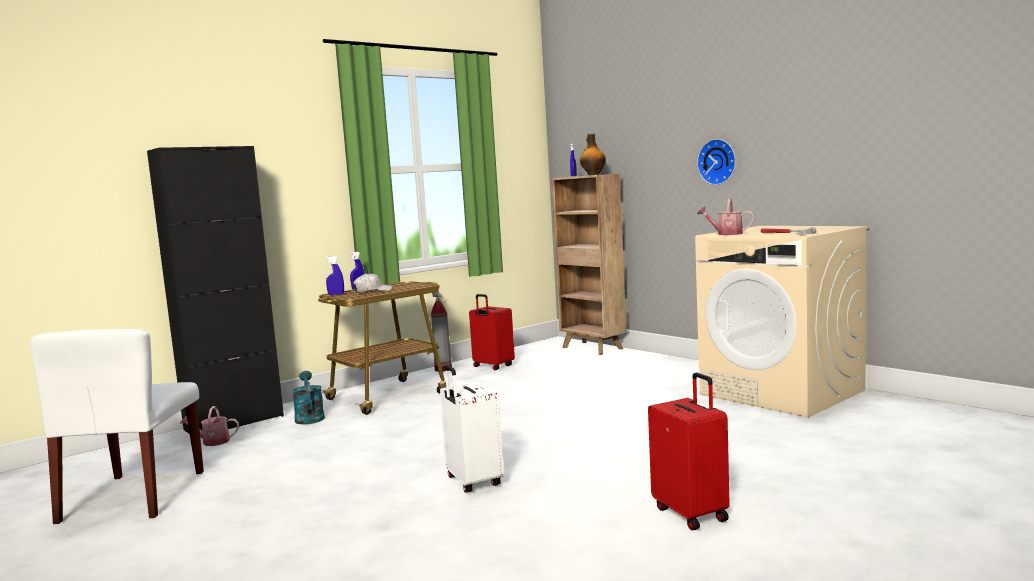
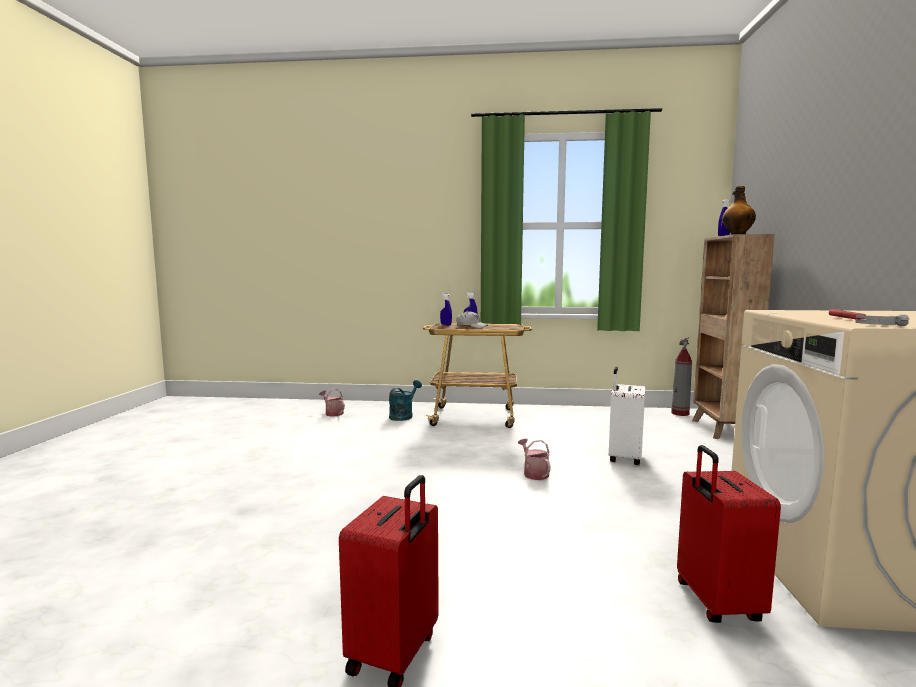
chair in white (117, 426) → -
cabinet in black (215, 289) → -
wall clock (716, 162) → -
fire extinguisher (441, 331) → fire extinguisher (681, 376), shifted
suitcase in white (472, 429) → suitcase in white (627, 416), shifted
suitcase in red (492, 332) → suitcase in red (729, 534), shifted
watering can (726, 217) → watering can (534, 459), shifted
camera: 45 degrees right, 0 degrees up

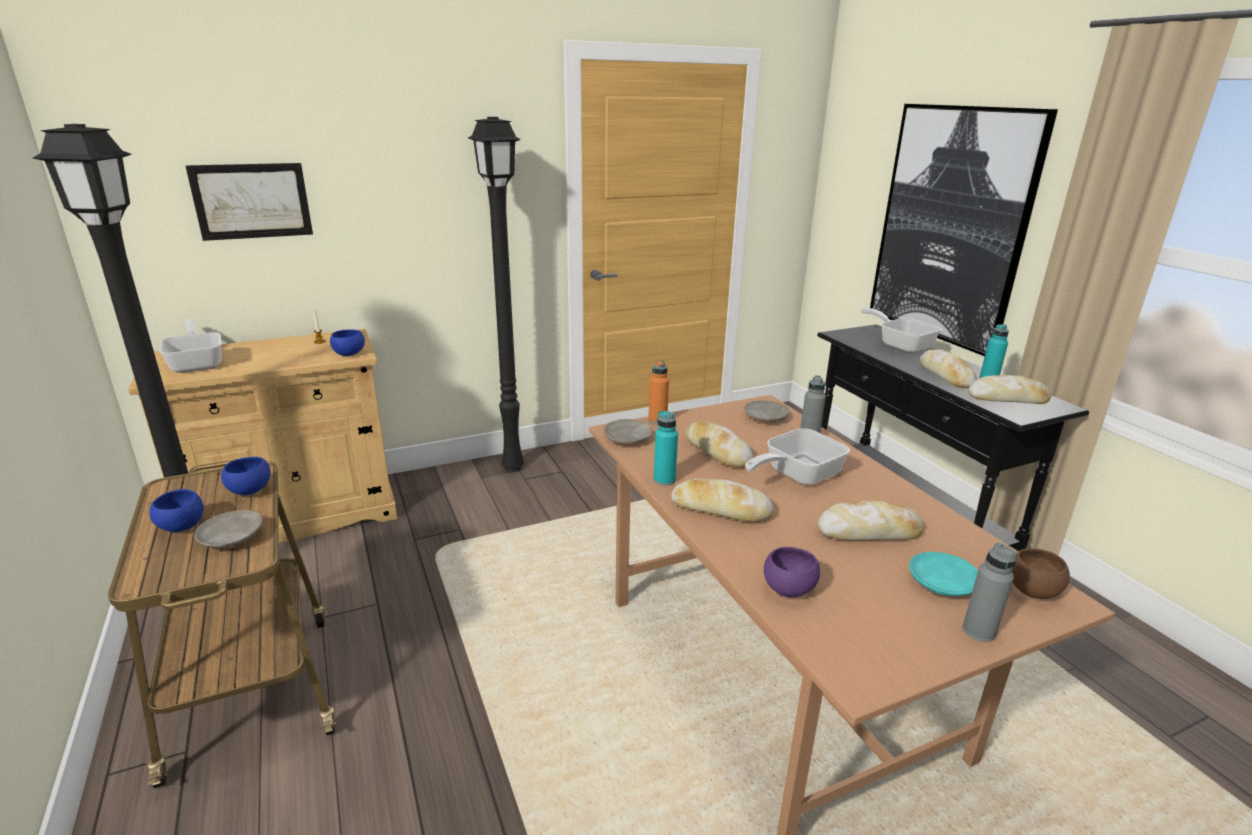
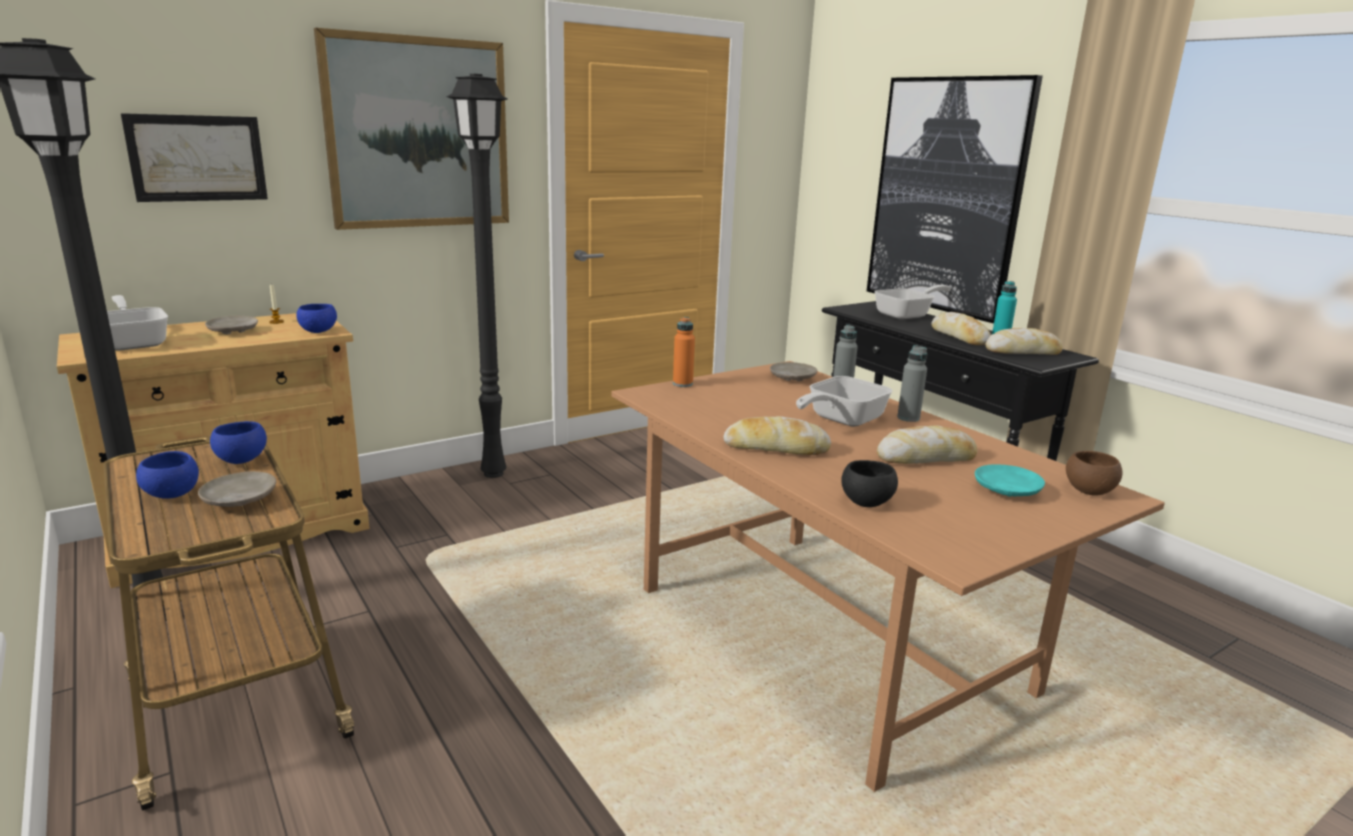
bottle in turquoise (666, 448) → -
bread (719, 444) → -
- → picture (411, 129)
plate in beige (628, 431) → plate in beige (231, 325), shifted
bottle in grey (990, 592) → bottle in grey (912, 383), shifted
bowl in purple (792, 572) → bowl in black (869, 483)
frying pan (901, 330) → frying pan (912, 302), 105 degrees clockwise
camera: 10 degrees left, 5 degrees down

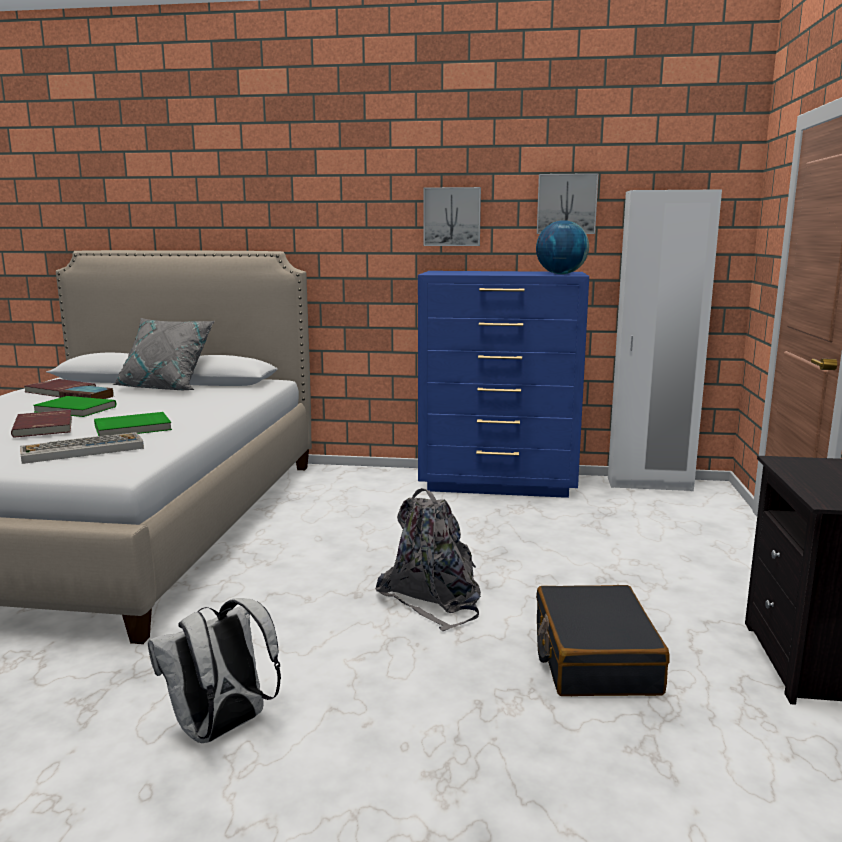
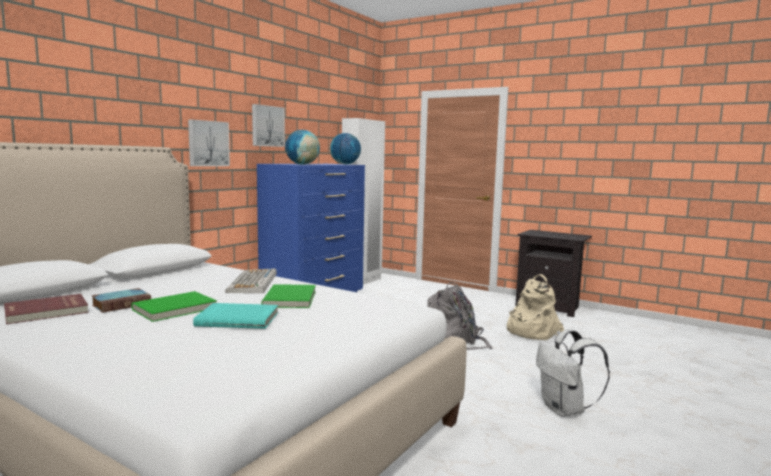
pillow in grey (164, 354) → -
- → globe (302, 147)
keyboard (82, 448) → keyboard (251, 280), shifted
picture (567, 203) → picture (209, 142), shifted
suitcase in black (603, 640) → backpack in beige (535, 307)
book in red (41, 424) → book in turquoise (235, 316)
camera: 65 degrees left, 5 degrees down

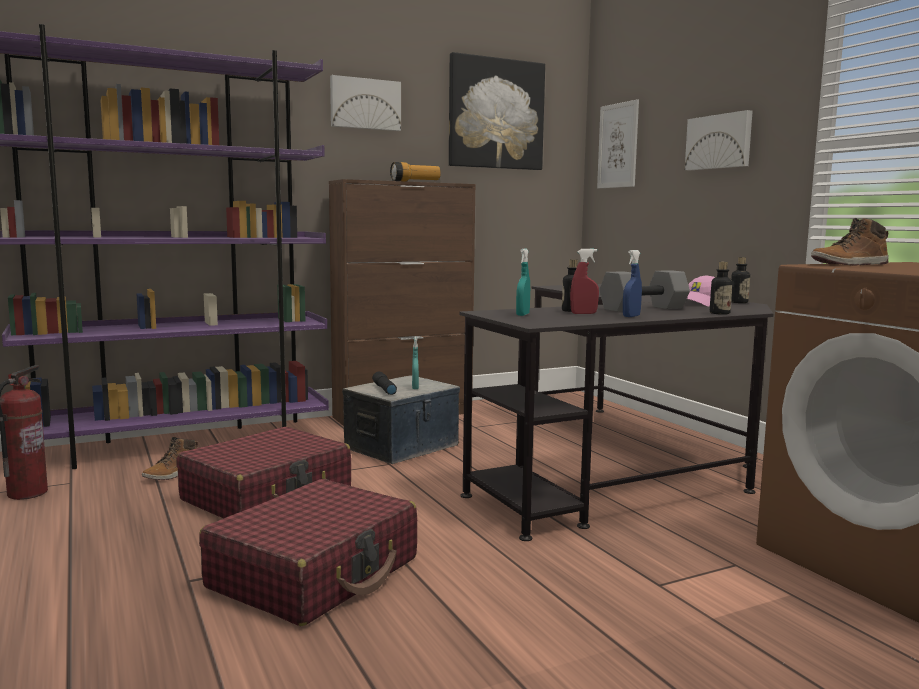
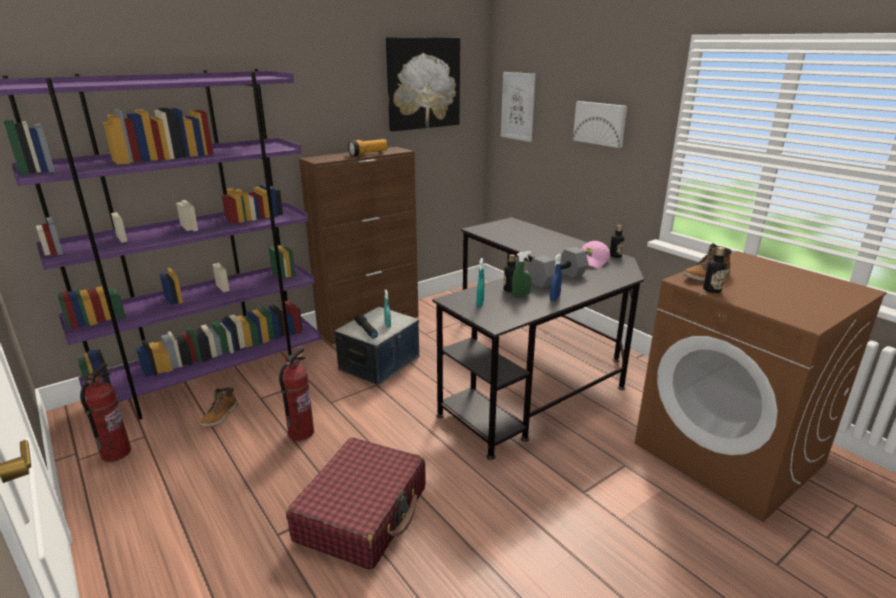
picture (365, 103) → -
bottle (721, 288) → bottle (715, 270), shifted
suitcase in red (263, 473) → fire extinguisher (296, 394)
spray bottle in red (584, 281) → spray bottle in green (521, 274)
camera: 10 degrees left, 15 degrees up

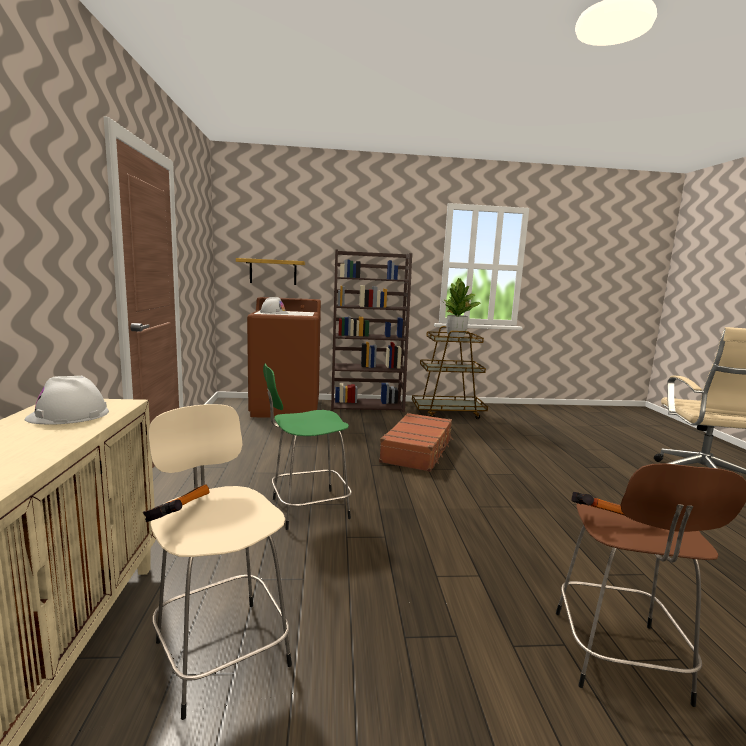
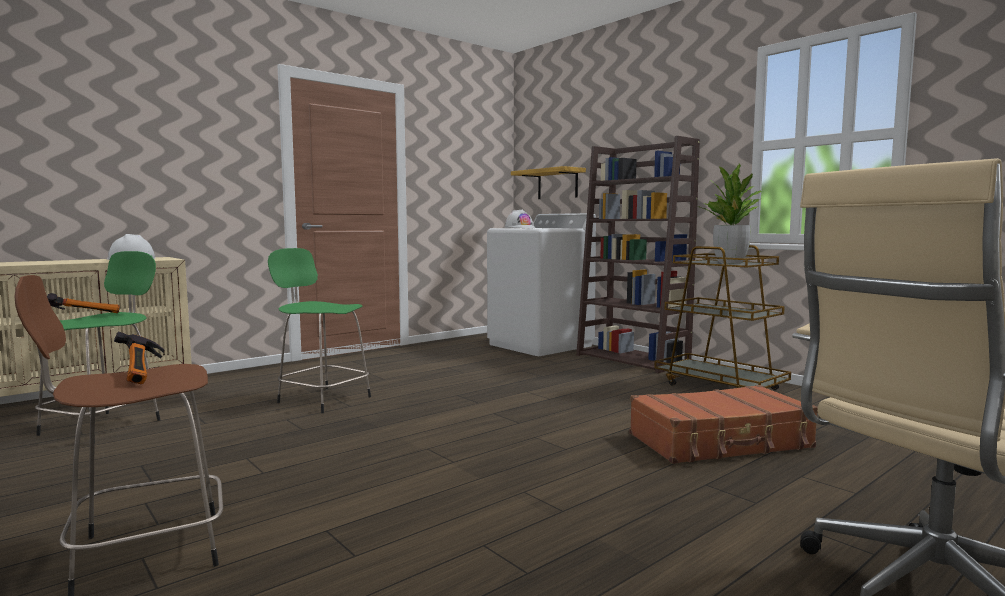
suitcase in brown (416, 442) → suitcase in brown (724, 424), shifted
stool in beige (220, 562) → stool in green (97, 347)
washing machine in brown (284, 357) → washing machine in white (541, 284)
camera: 55 degrees right, 5 degrees down

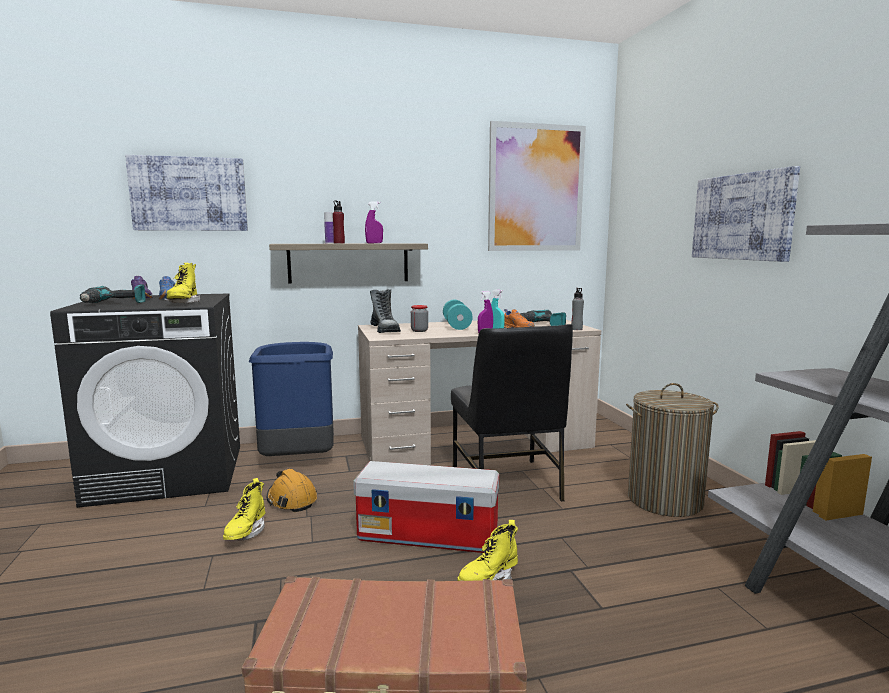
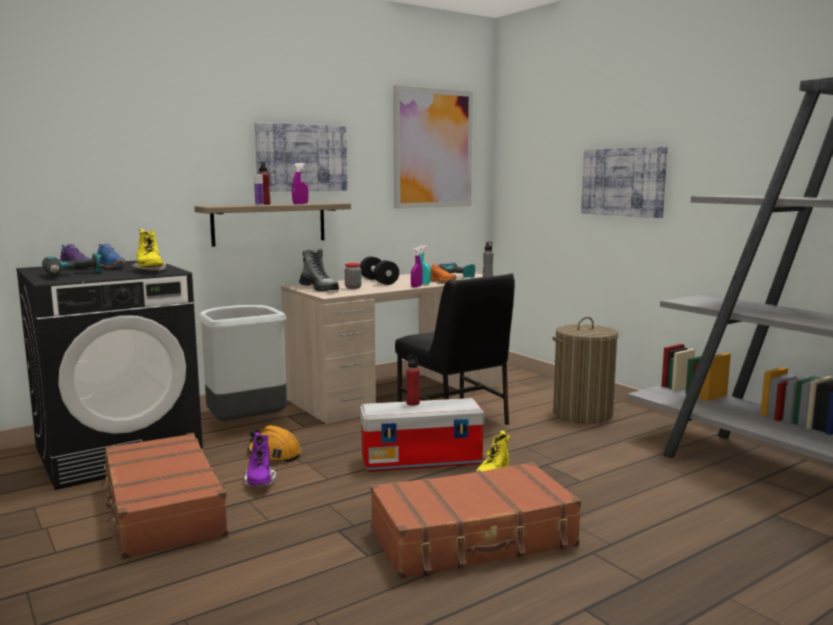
- → suitcase in brown (164, 496)
- → bottle in red (413, 380)
picture (186, 193) → picture (301, 156), shifted
boot in yellow (244, 509) → boot in purple (260, 459)
trash can in blue (291, 399) → trash can in grey (242, 363)
dumbbell in turquoise (458, 314) → dumbbell in black (379, 270)
camera: 20 degrees left, 0 degrees up

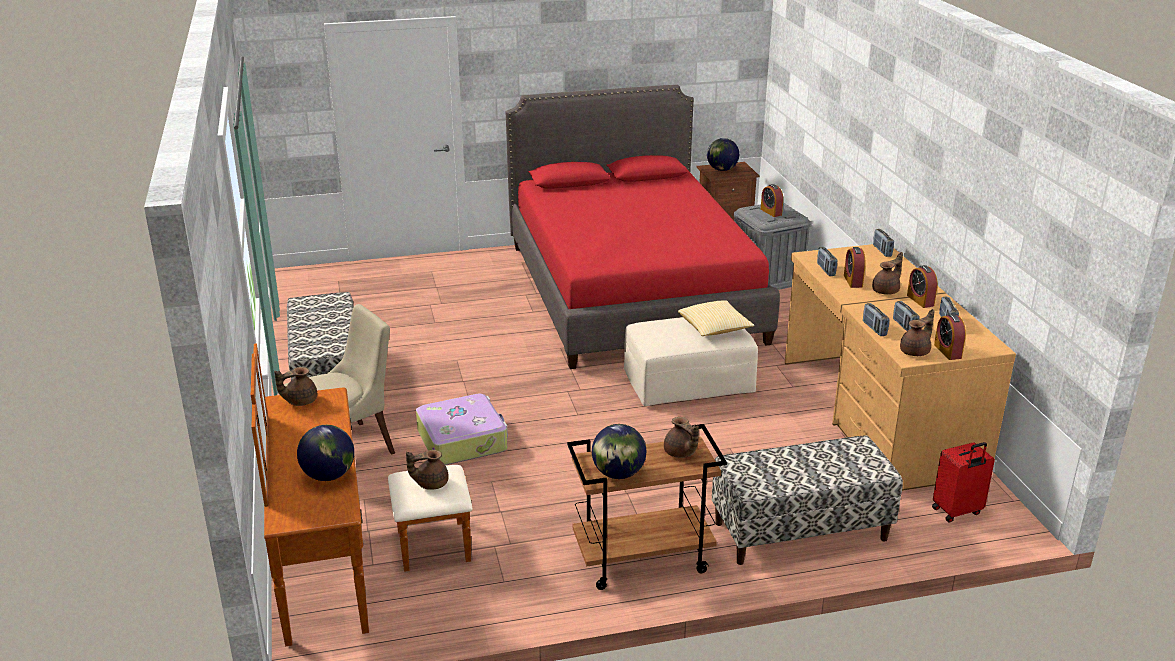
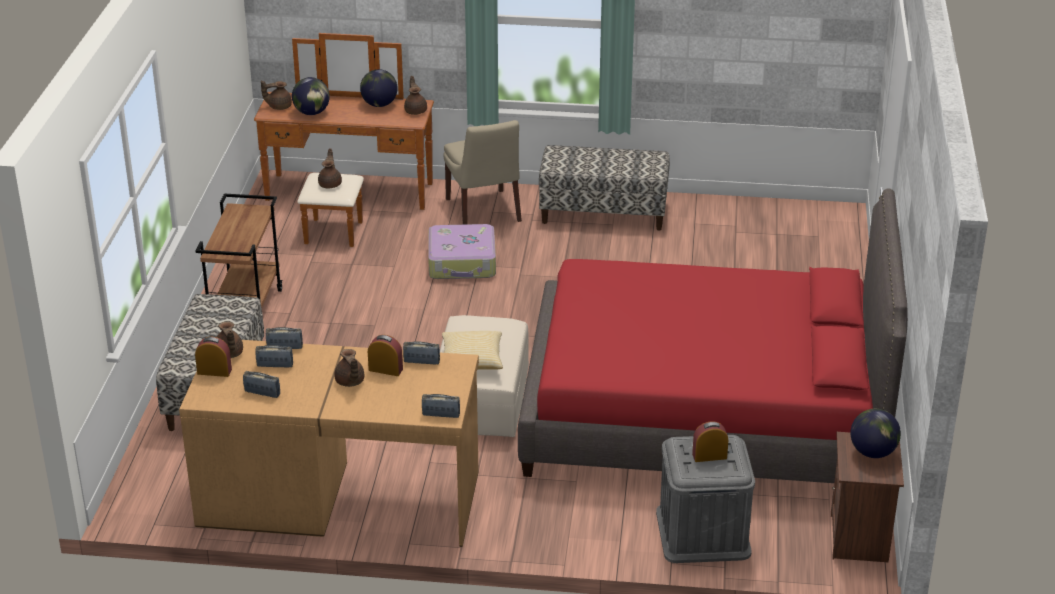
alarm clock (922, 286) → -
suitcase in red (963, 482) → -
globe (619, 451) → globe (379, 88), shifted
teapot in brown (681, 437) → teapot in brown (276, 95), shifted
camera: 110 degrees right, 5 degrees up

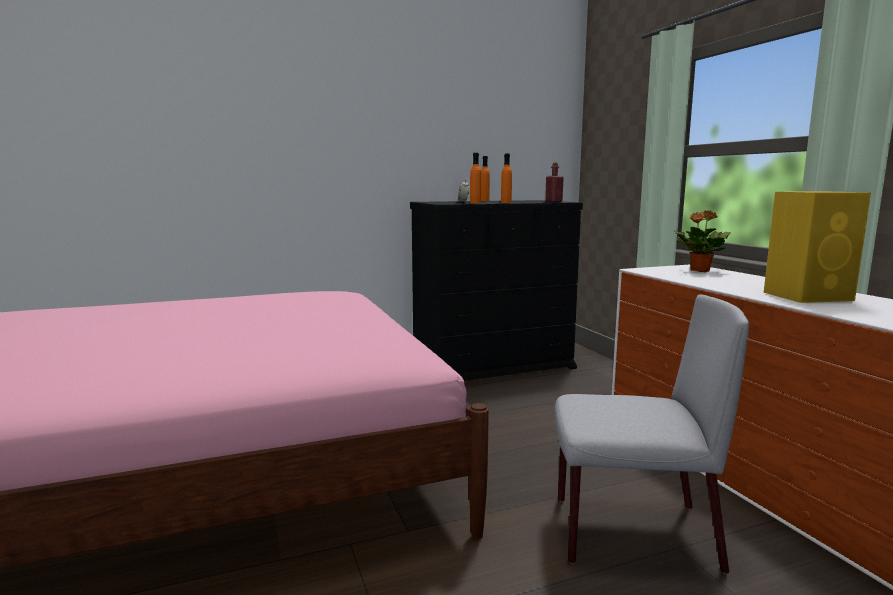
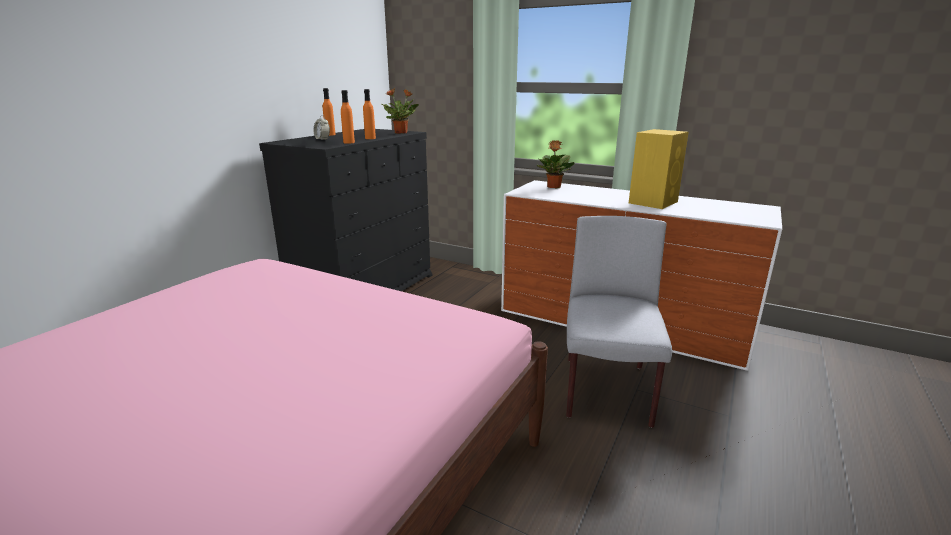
bottle in red (554, 182) → potted plant (400, 111)
chair in grey (652, 434) → chair in grey (619, 322), 45 degrees counterclockwise
camera: 40 degrees left, 10 degrees up

